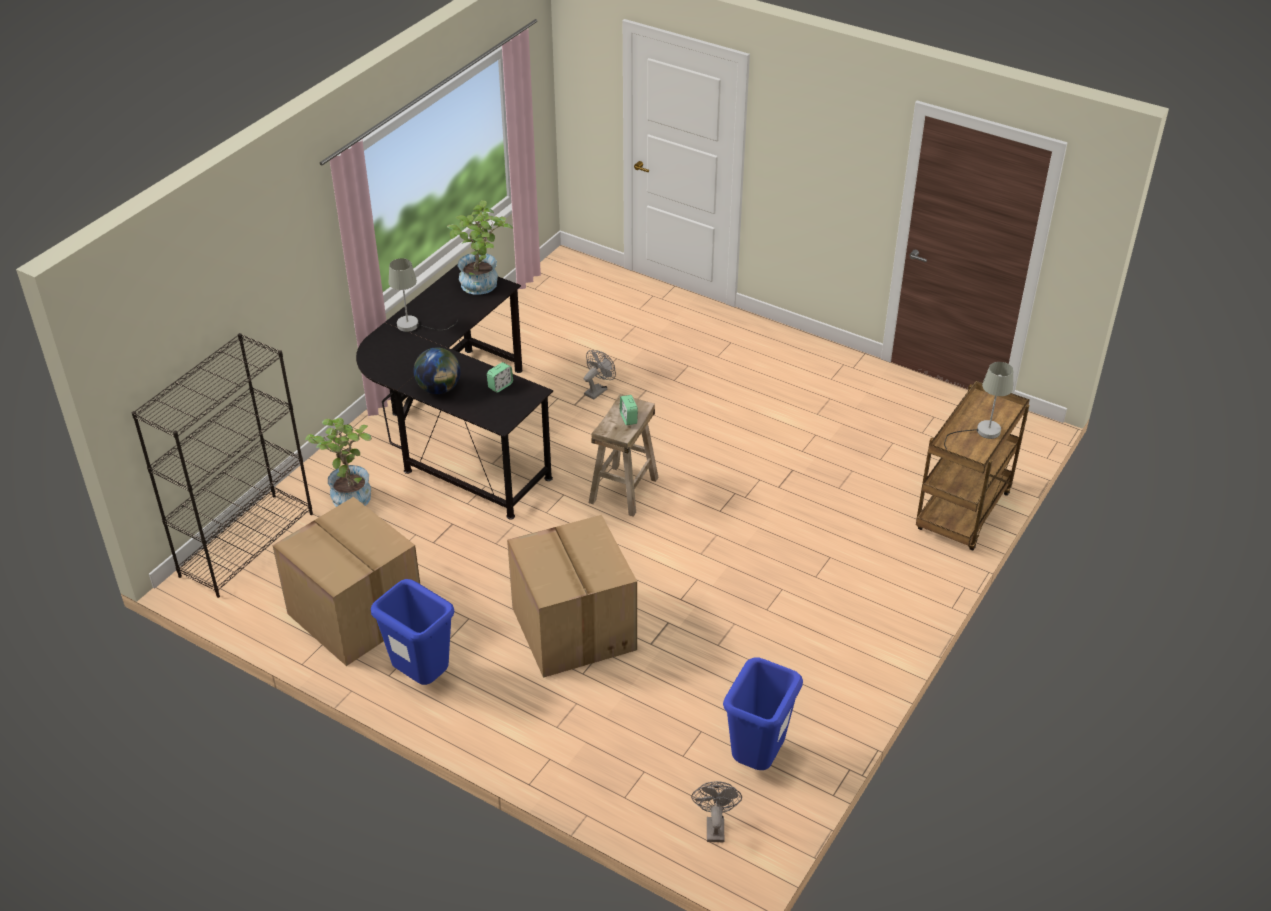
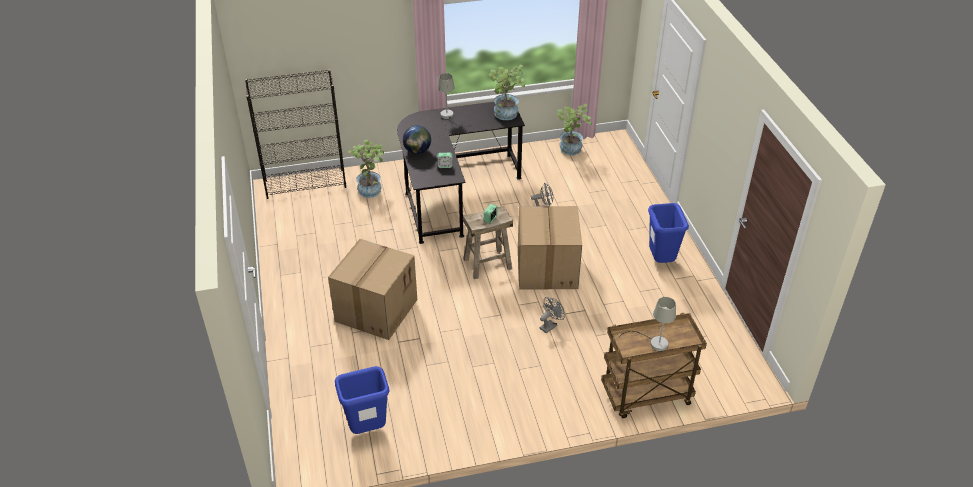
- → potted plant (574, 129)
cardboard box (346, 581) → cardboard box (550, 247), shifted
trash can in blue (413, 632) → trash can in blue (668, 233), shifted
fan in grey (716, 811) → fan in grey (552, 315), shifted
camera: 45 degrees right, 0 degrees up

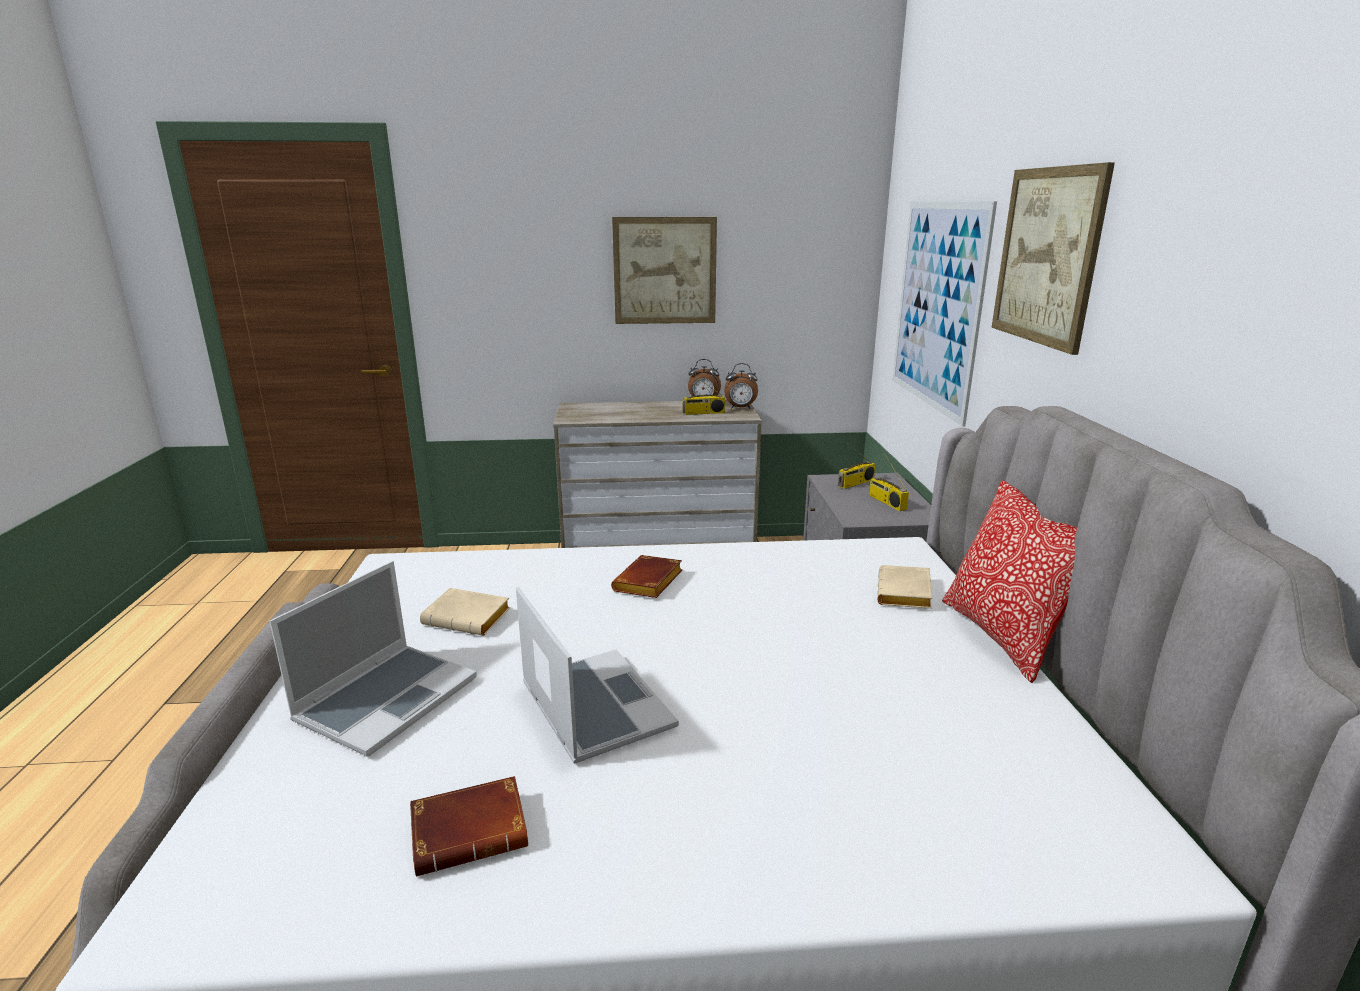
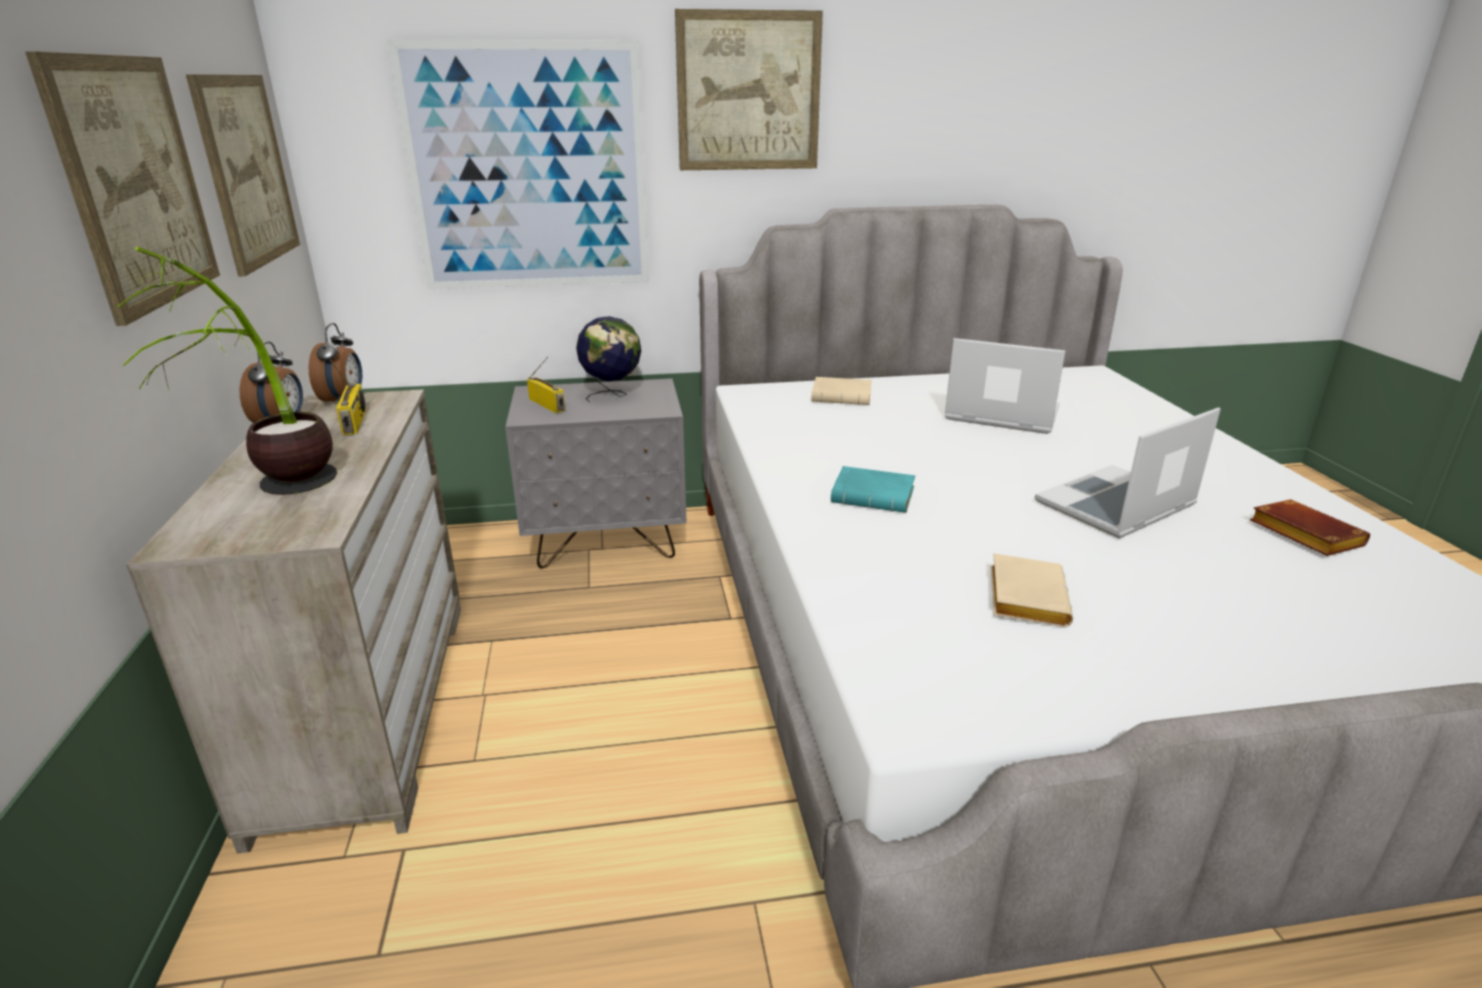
pillow (1009, 581) → -
- → potted plant (227, 371)
- → picture (243, 175)
laptop (373, 659) → laptop (1004, 386), shifted
radio (889, 482) → globe (608, 359)
book in brown (647, 576) → book in turquoise (873, 489)
camera: 95 degrees left, 5 degrees up

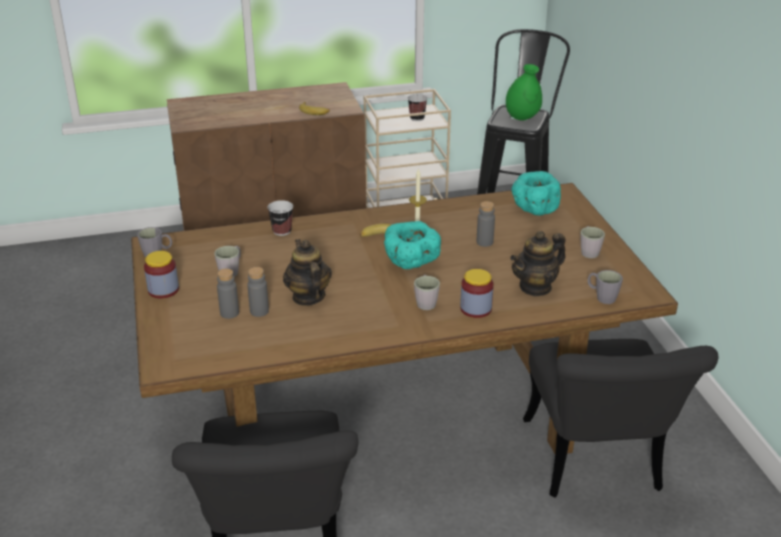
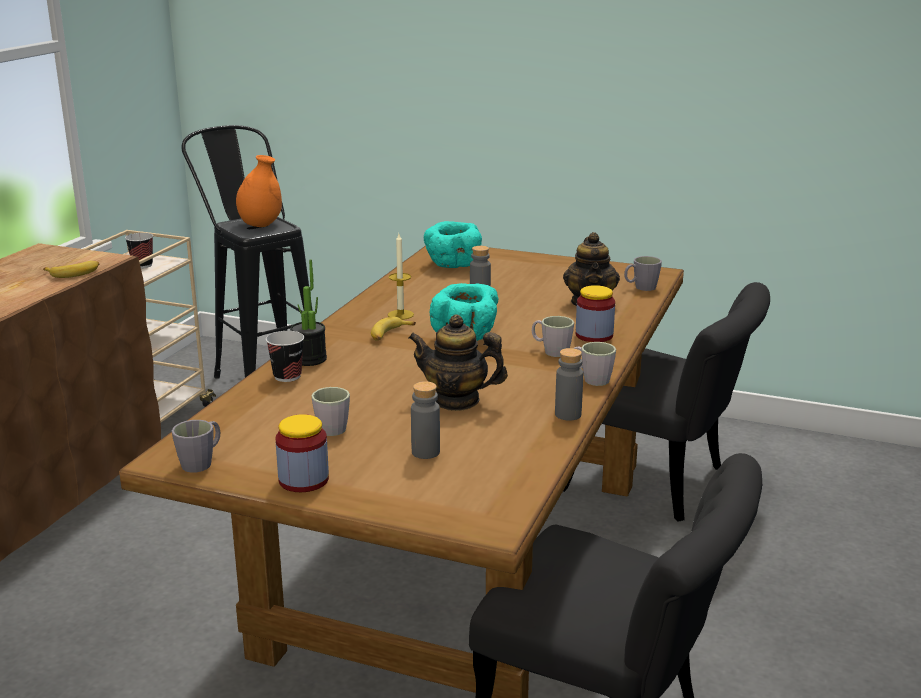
- → potted plant (308, 313)
bottle in grey (258, 292) → bottle in grey (569, 384), shifted
mug in grey (592, 242) → mug in grey (595, 364), shifted
vase in green (524, 92) → vase in orange (259, 191)
camera: 55 degrees left, 10 degrees down

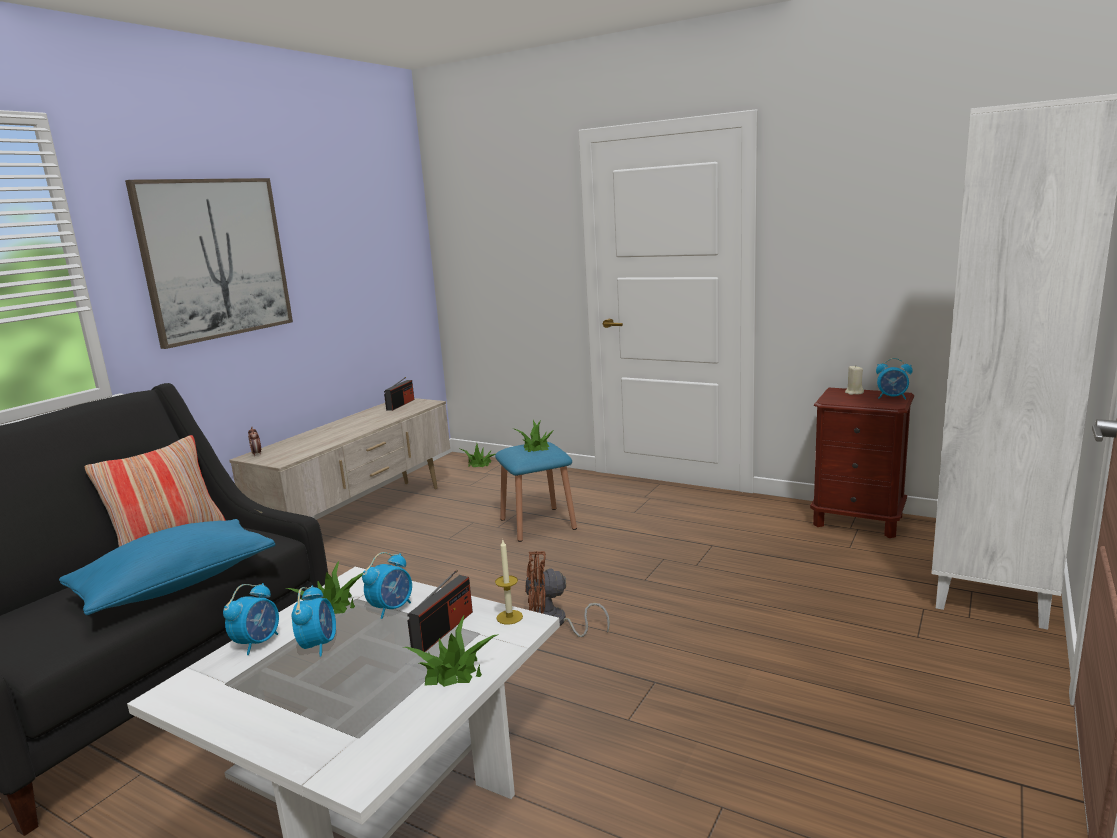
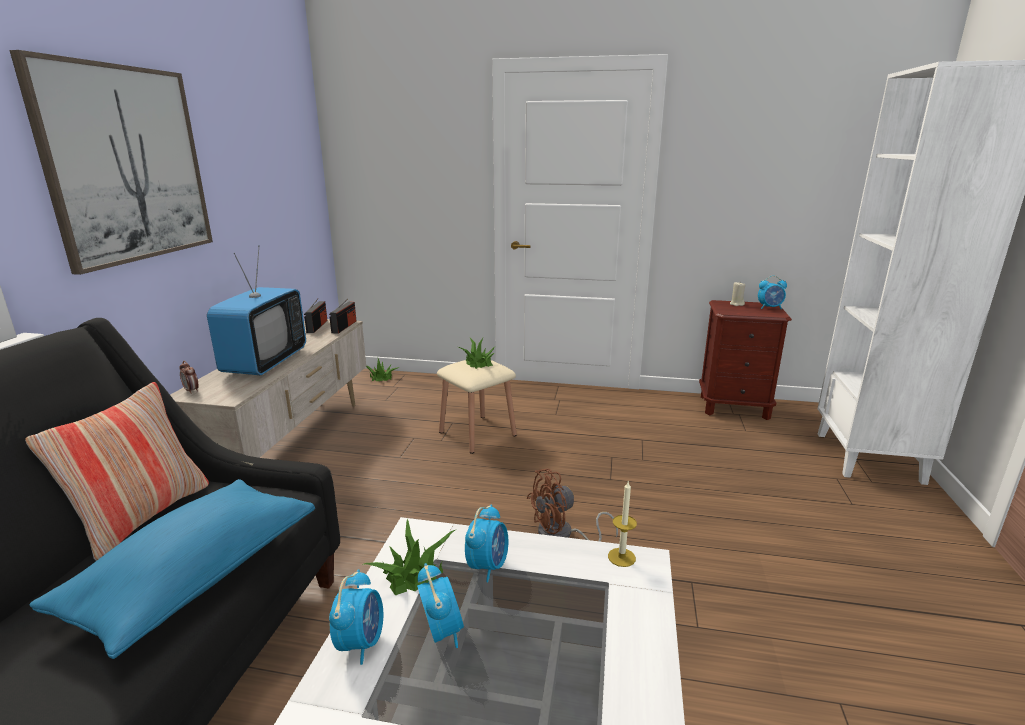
potted plant (451, 651) → -
- → television (256, 310)
radio (440, 611) → radio (342, 316), shifted
stool in blue (536, 492) → stool in beige (477, 407)
camera: 20 degrees left, 5 degrees up

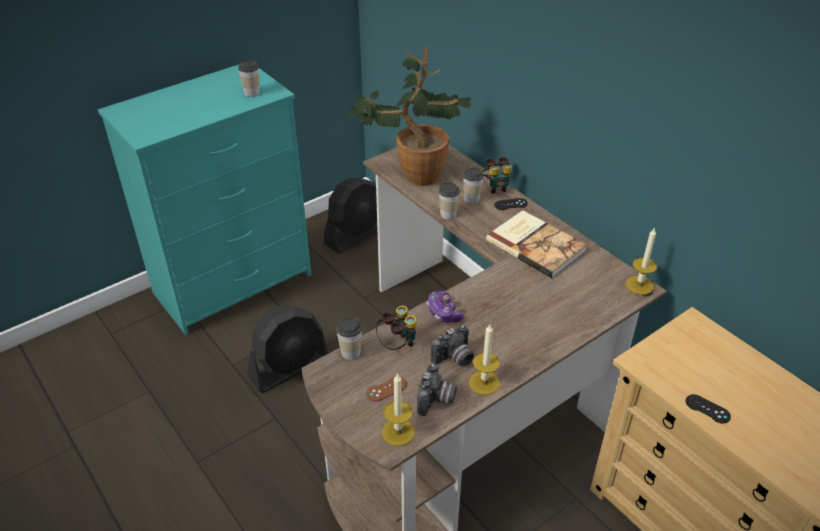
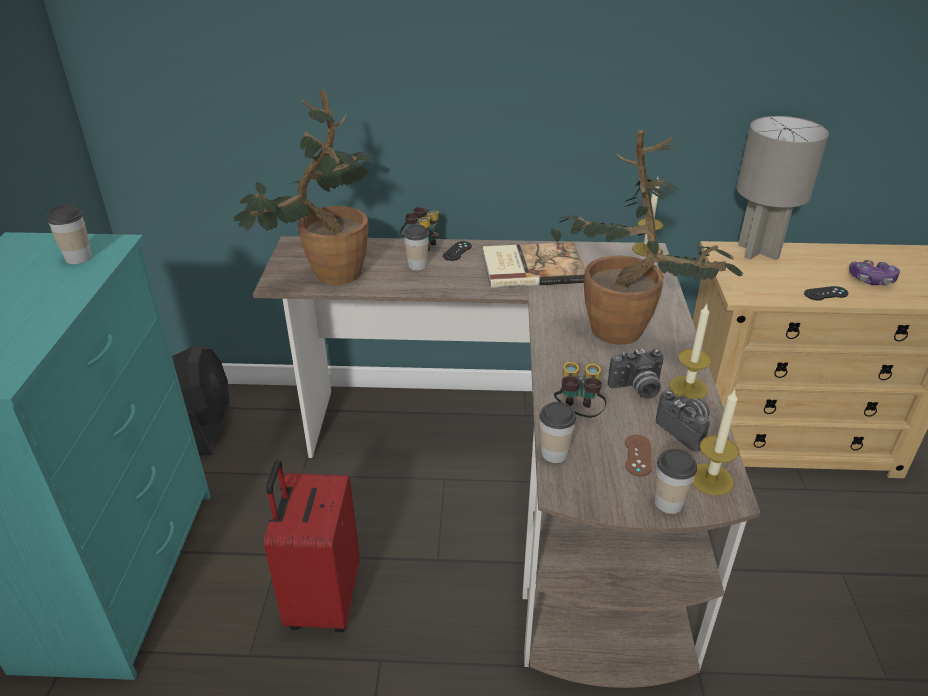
- → potted plant (648, 237)
- → table lamp in grey (783, 188)
game controller (445, 307) → game controller (874, 272), shifted
cup (449, 201) → cup (675, 481), shifted
fan in black (288, 349) → suitcase in red (312, 546)
photo camera (452, 345) → photo camera (636, 373), 75 degrees clockwise
camera: 50 degrees left, 5 degrees down

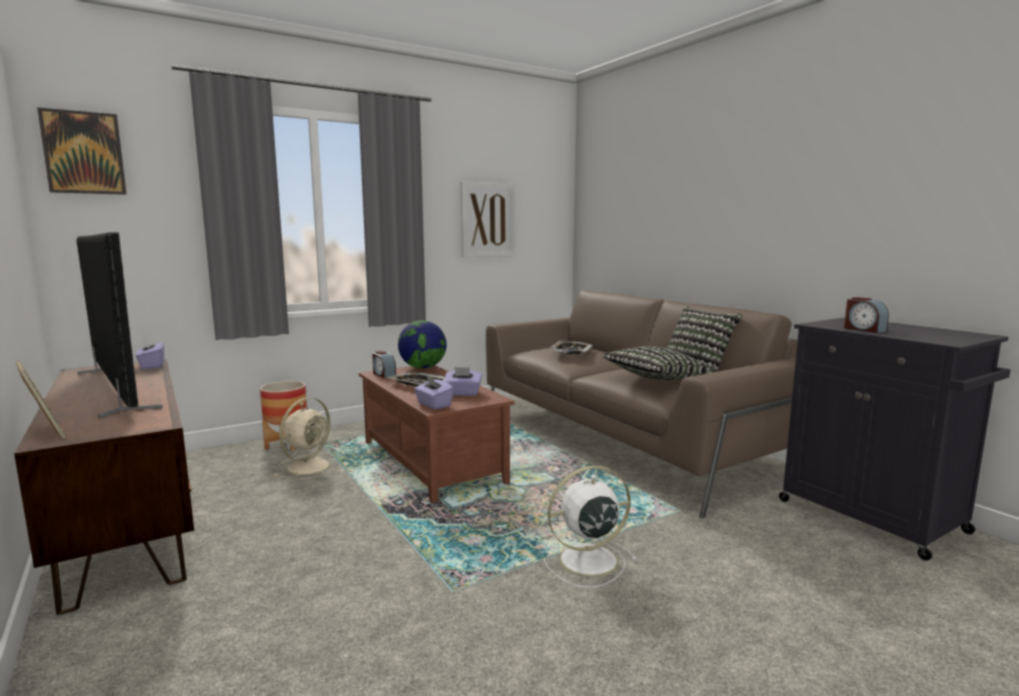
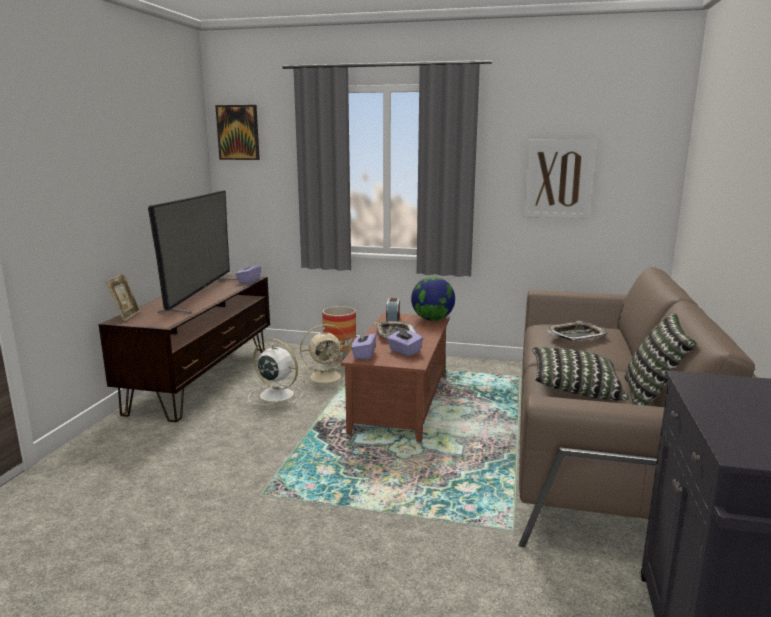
alarm clock (866, 315) → -
fan in white (591, 526) → fan in white (275, 371), shifted
camera: 45 degrees right, 5 degrees up

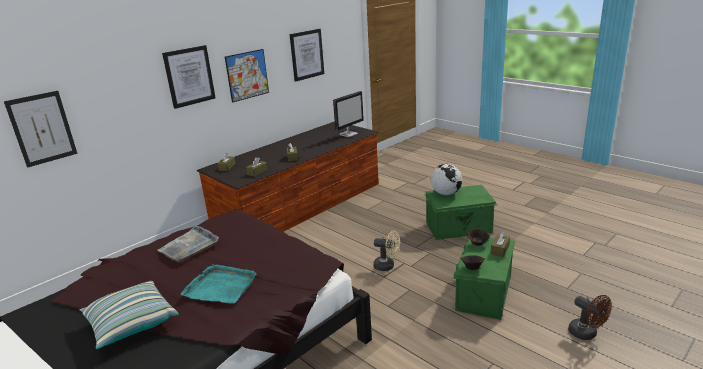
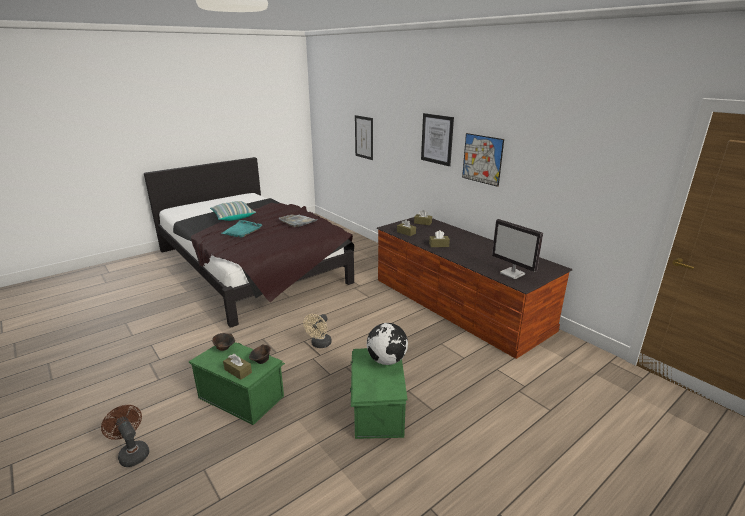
picture (307, 55) → -
fan in brown (590, 317) → fan in brown (125, 436), 75 degrees clockwise
camera: 95 degrees right, 0 degrees up

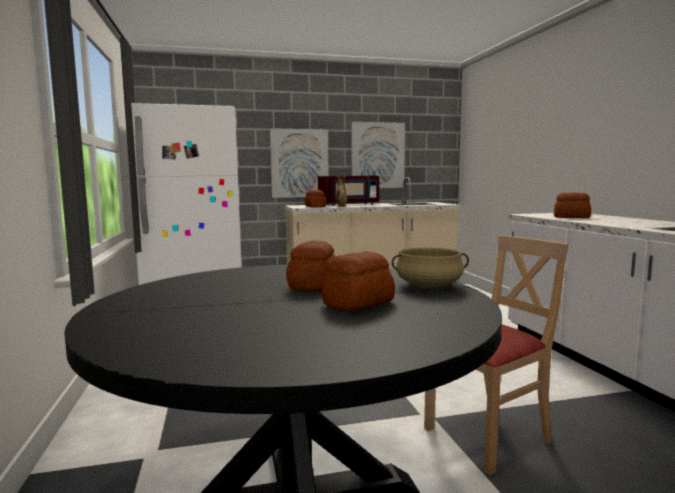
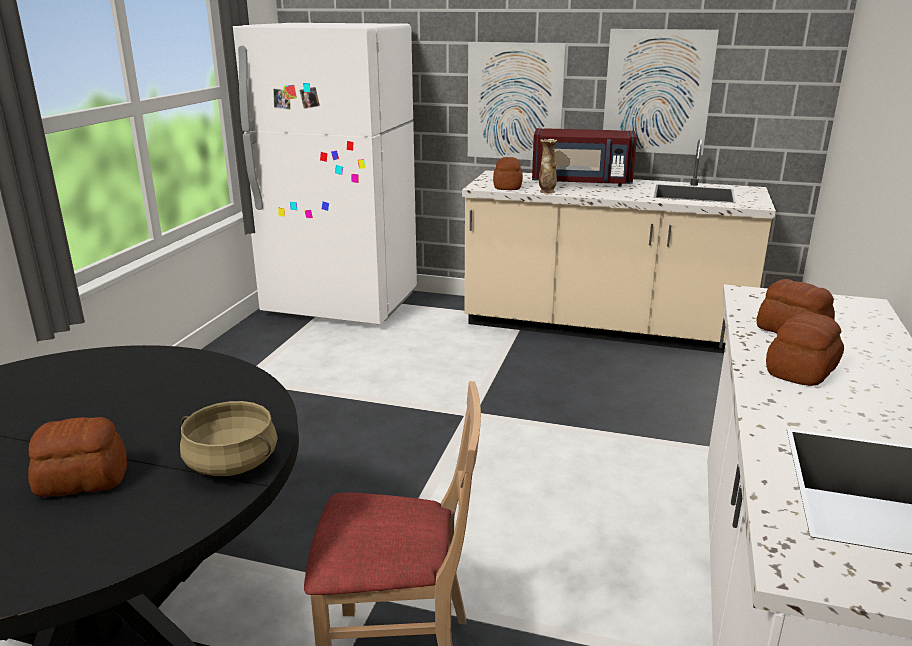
bread (310, 266) → bread (805, 349), shifted
camera: 30 degrees right, 15 degrees up

